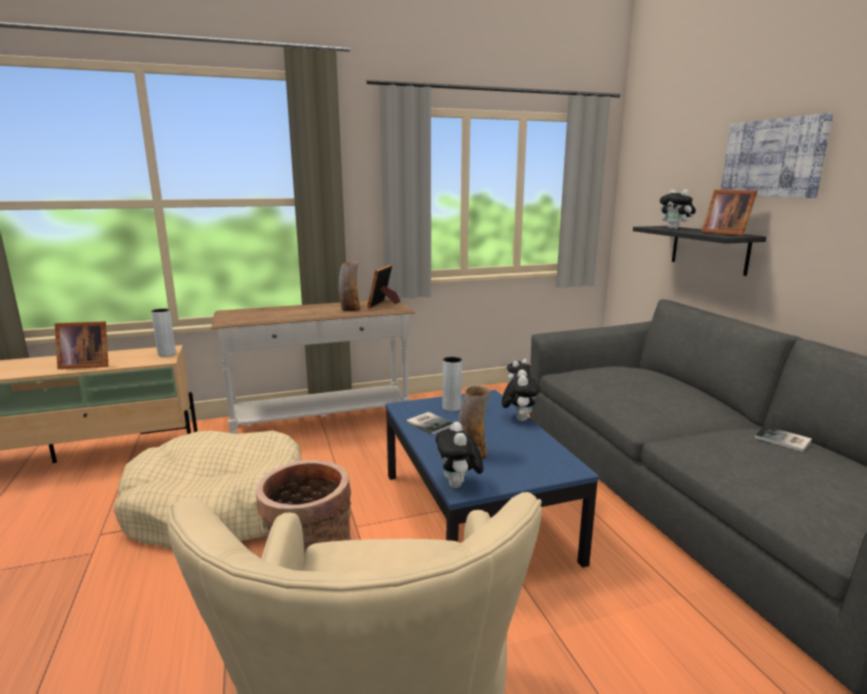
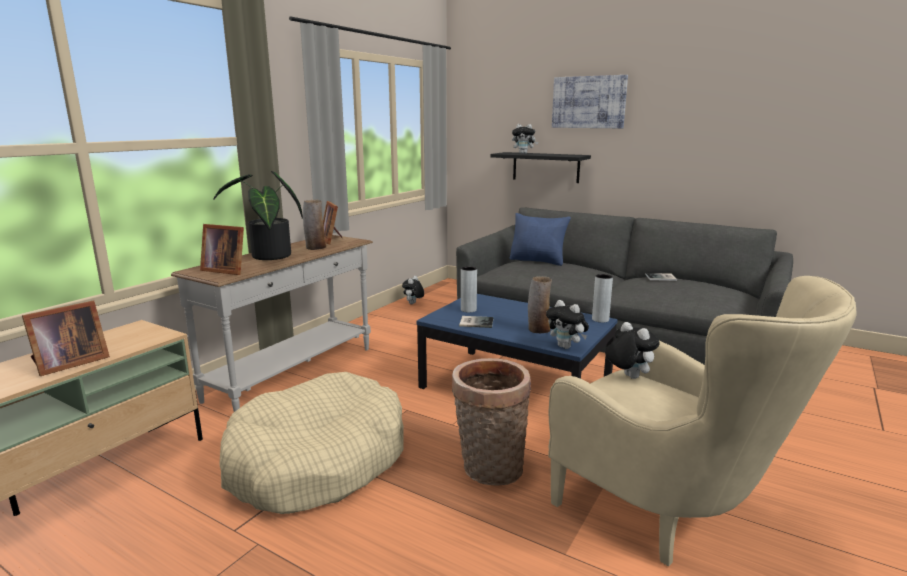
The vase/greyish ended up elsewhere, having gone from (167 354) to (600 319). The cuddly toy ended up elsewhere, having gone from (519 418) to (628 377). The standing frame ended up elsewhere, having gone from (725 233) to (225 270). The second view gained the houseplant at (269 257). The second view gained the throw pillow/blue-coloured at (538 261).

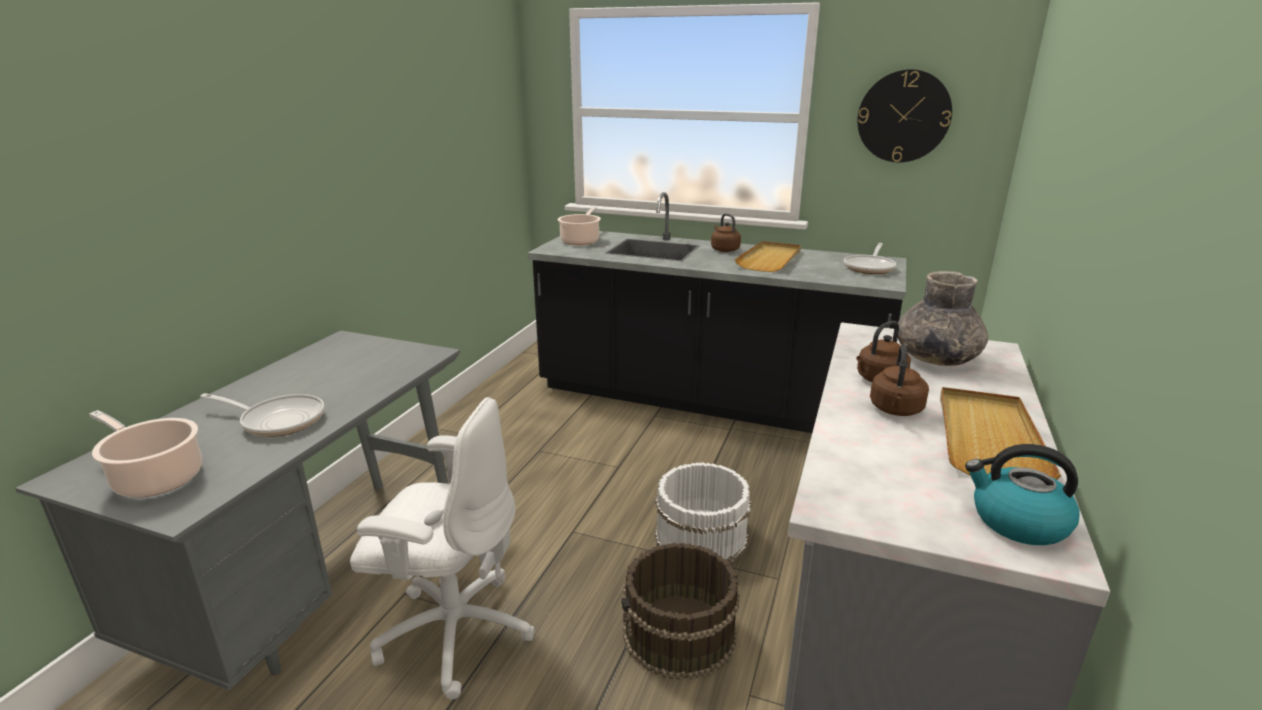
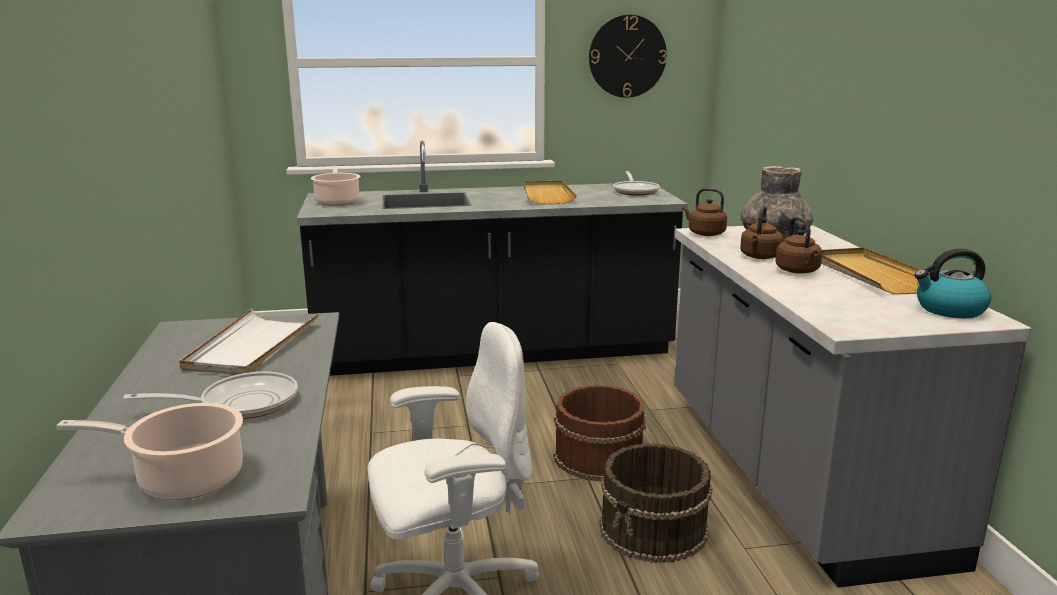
What was the water bucket/whitish at (700 536) turned into the water bucket/brownish at (597 456). The kettle/brownish ended up elsewhere, having gone from (724 249) to (704 233). The second view gained the serving tray/whitish at (252 347).

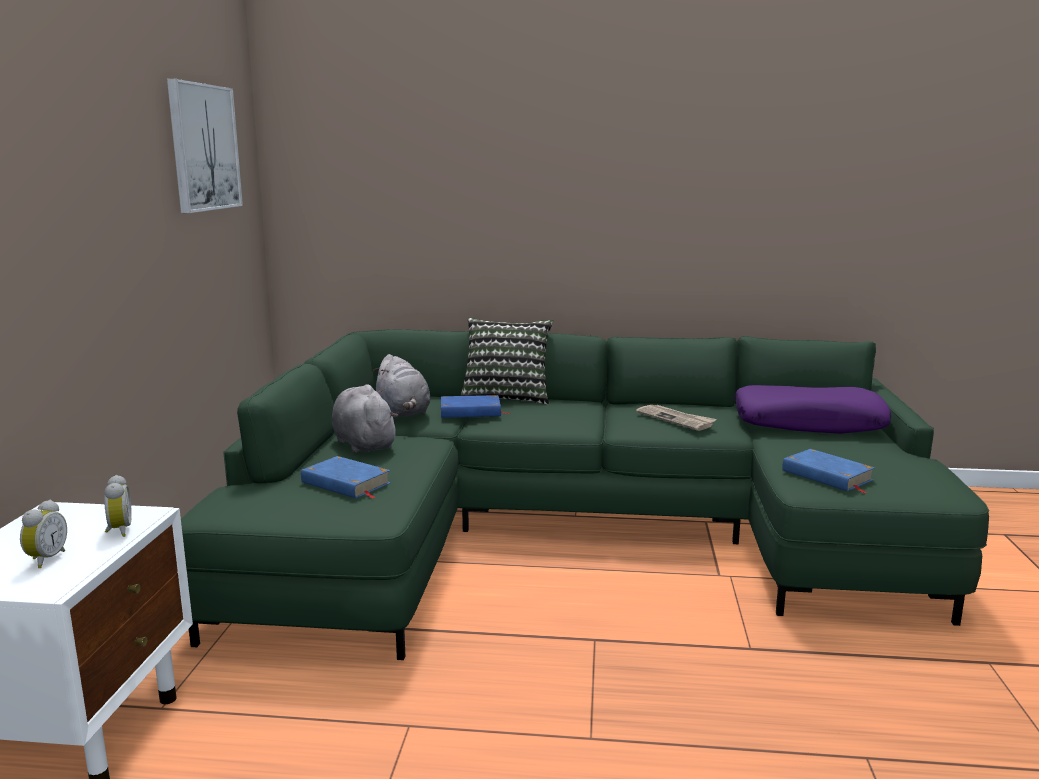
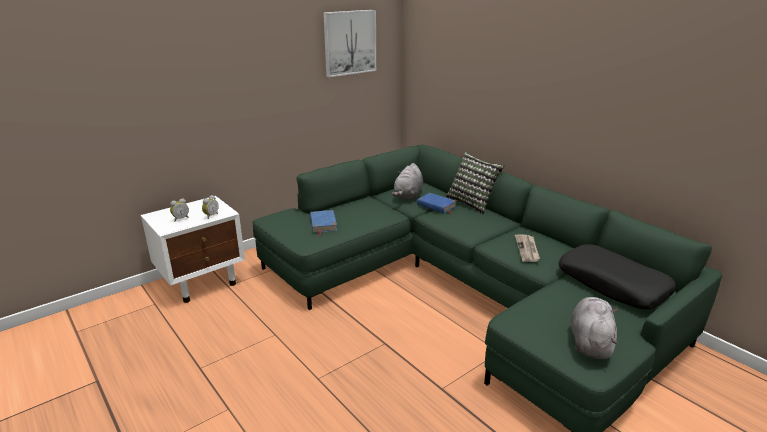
The cuddly toy/greyish ended up elsewhere, having gone from (363 444) to (590 342). What was the throw pillow/purple-coloured at (808 423) turned into the throw pillow/blackish at (612 285). The second view lost the book/blue-coloured at (827 476).

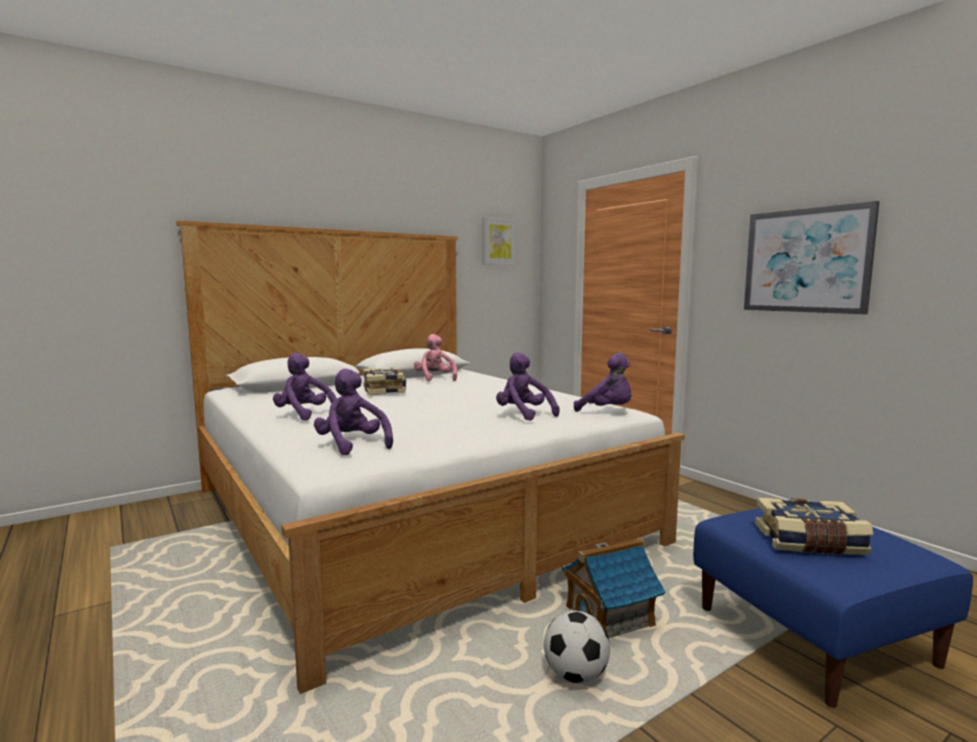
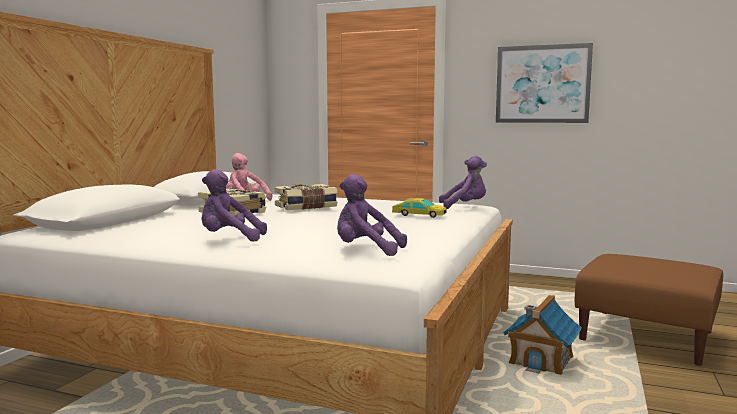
The second view lost the picture at (498 242). Where the cuddly toy/purple-coloured stood at (523 414), the toy car came to stand at (419 215). The second view lost the ball for football at (576 675). What was the pouffe/blue-coloured at (815 636) turned into the pouffe/brownish at (647 336). The book ended up elsewhere, having gone from (810 542) to (306 207).

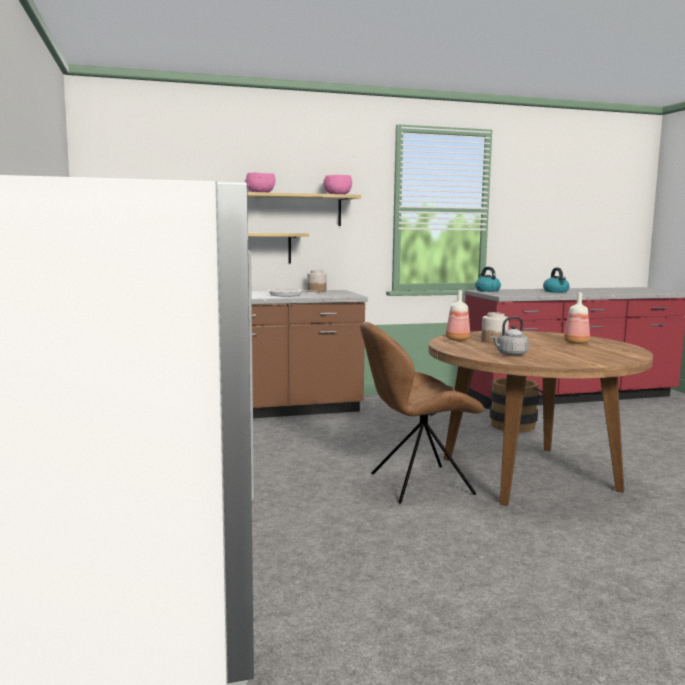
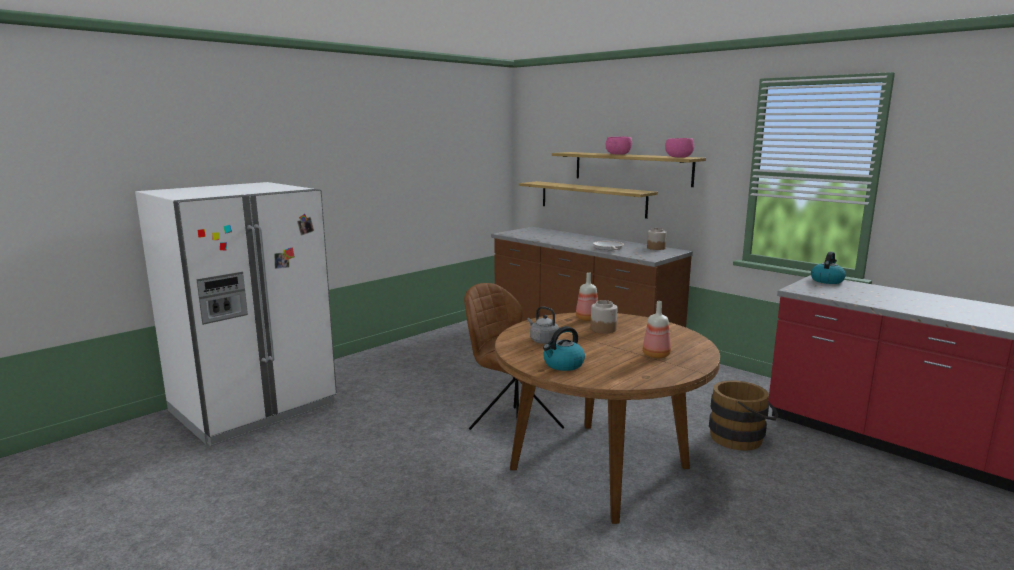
The kettle ended up elsewhere, having gone from (556 291) to (563 365).

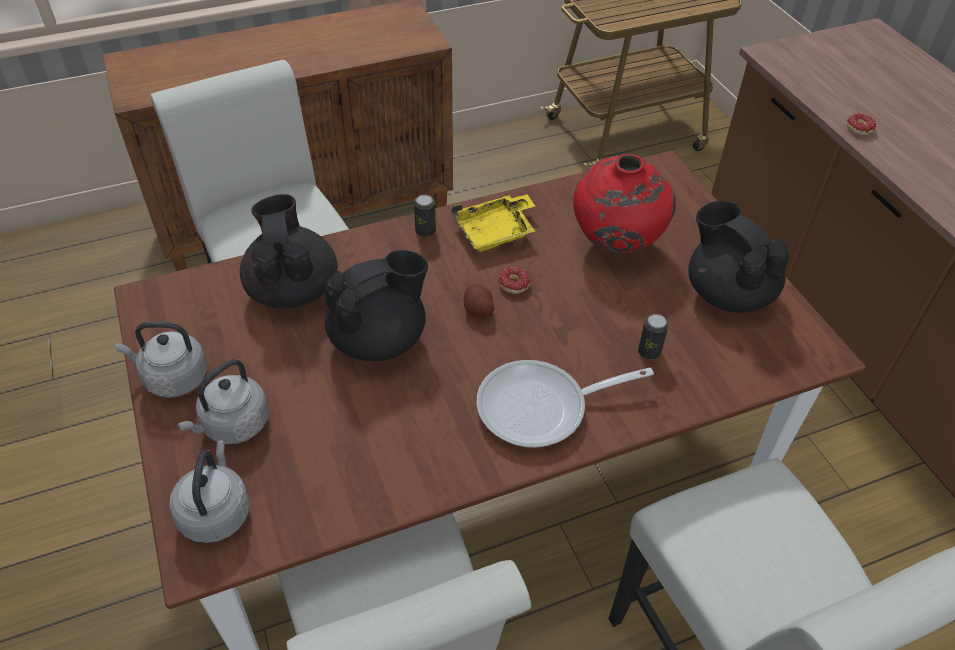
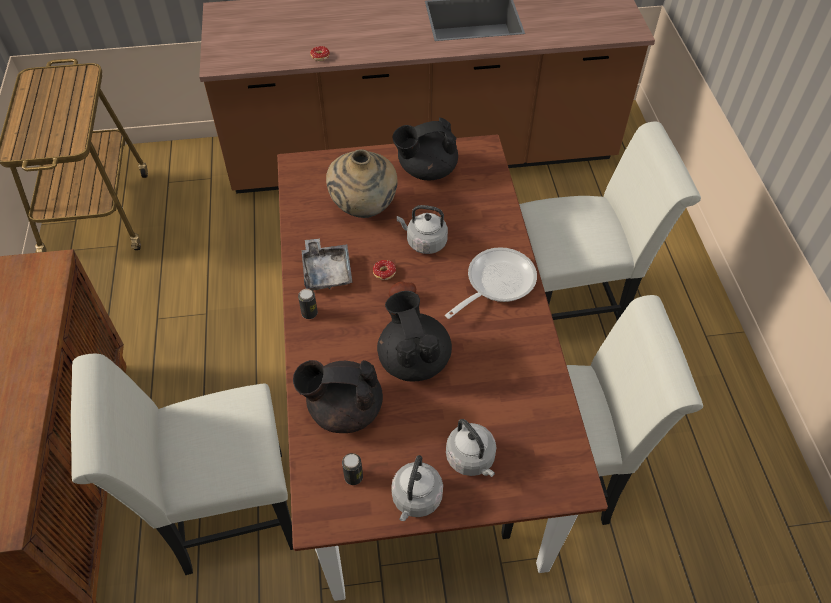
The kettle/greyish ended up elsewhere, having gone from (216 512) to (424 242). What was the serving tray/yellowish at (495 232) turned into the serving tray/greyish at (326 271). The frying pan at (541 408) ended up facing another way, 135 degrees counterclockwise from before. What was the vase/red at (616 244) turned into the vase/sand-coloured at (364 209). The sealed can ended up elsewhere, having gone from (649 352) to (353 477).

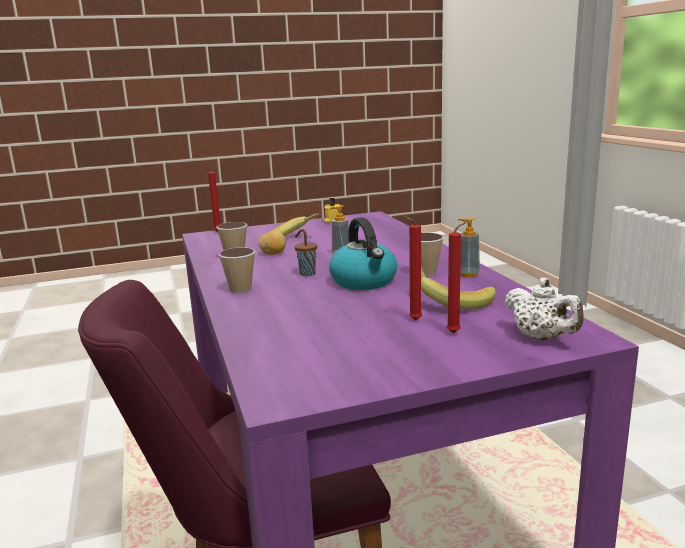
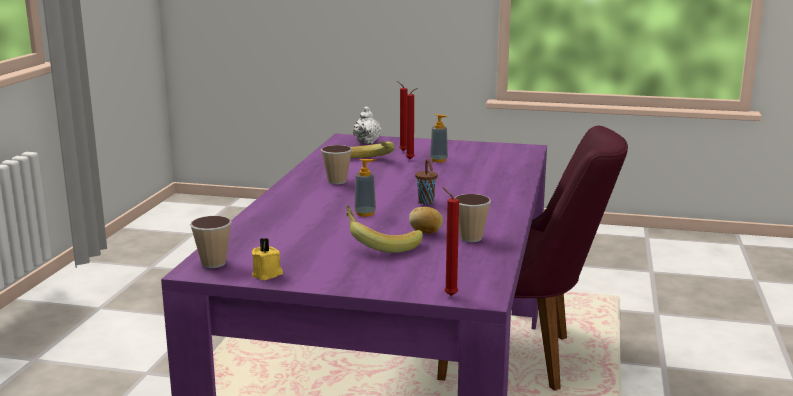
The cup ended up elsewhere, having gone from (240 289) to (213 263). The second view lost the kettle at (364 281). The soap bottle ended up elsewhere, having gone from (468 274) to (439 160).

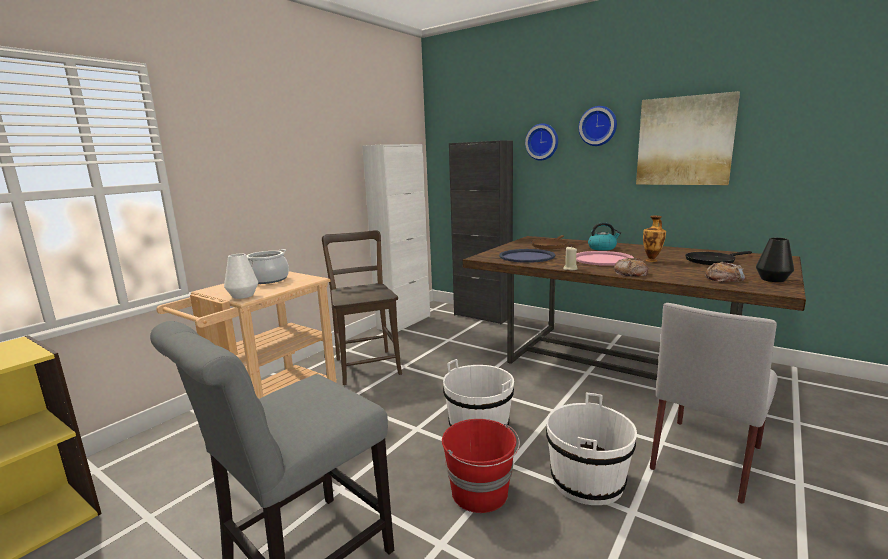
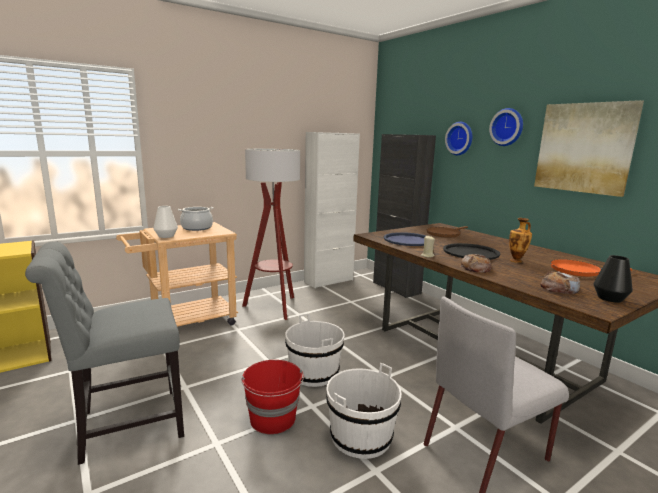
Where the chair/brownish stood at (367 364), the floor lamp came to stand at (274 307). What was the serving tray/pinkish at (602 259) turned into the serving tray/blackish at (471 252). The second view lost the kettle at (602 248). What was the frying pan/blackish at (712 261) turned into the frying pan/orange at (578 271).

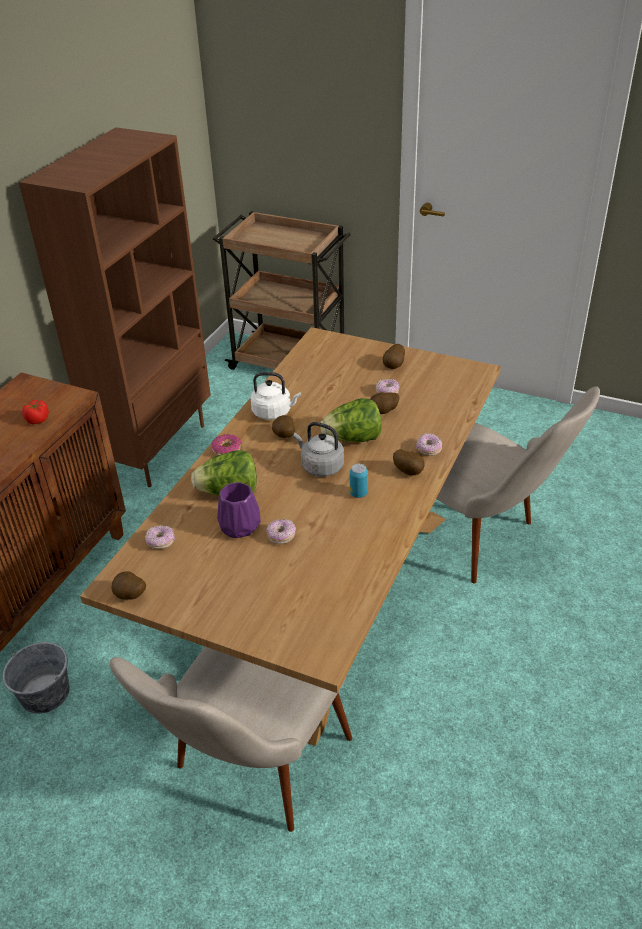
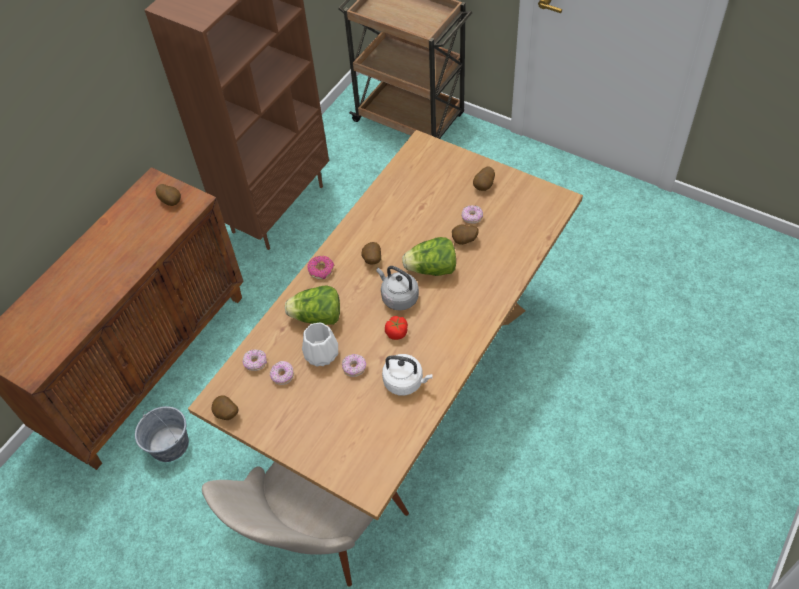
The whole tomato ended up elsewhere, having gone from (38 420) to (397 332). What was the vase/purple-coloured at (240 527) turned into the vase/whitish at (321 355). The kettle/whitish ended up elsewhere, having gone from (274 412) to (405 382). The second view lost the sealed can at (358 493). The spud ended up elsewhere, having gone from (409 471) to (171 201). The ring doughnut ended up elsewhere, having gone from (428 449) to (282 376). The second view lost the chair/sand-coloured at (484 542).

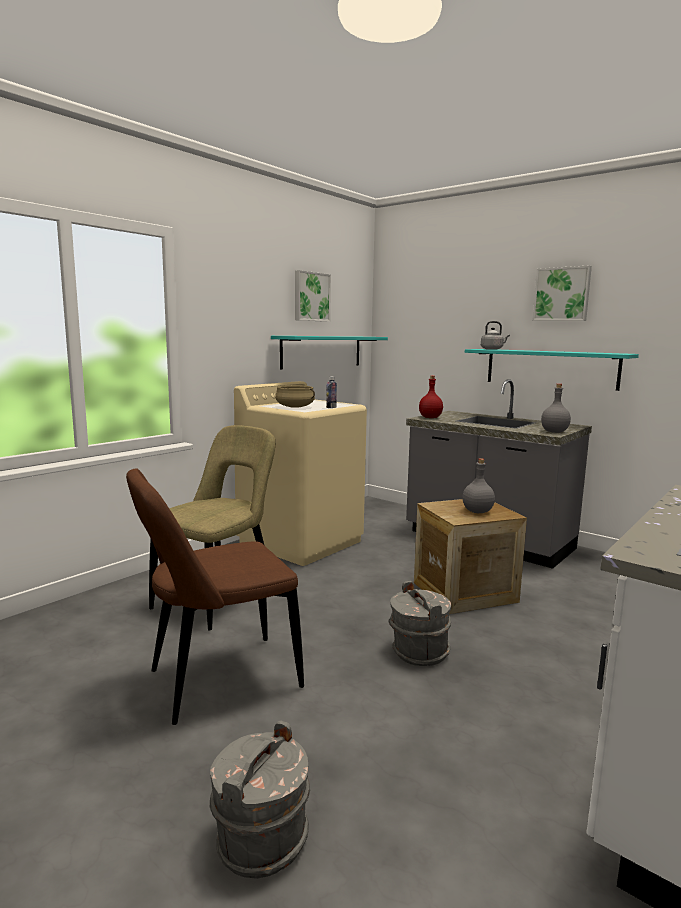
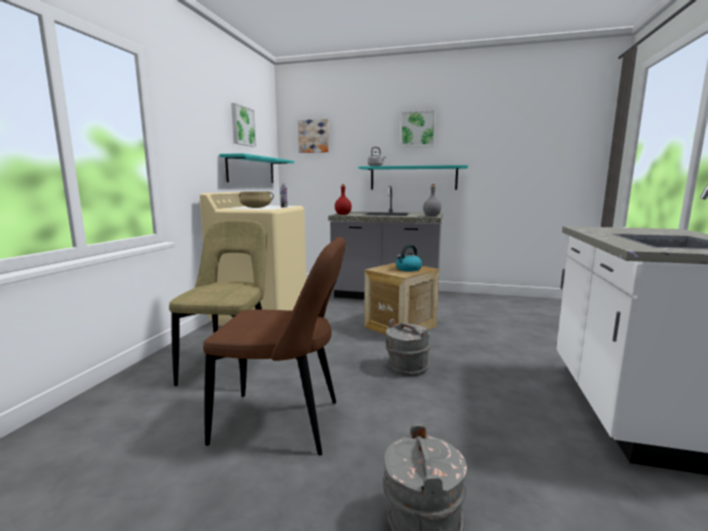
The chair/brownish at (217 680) ended up facing another way, 120 degrees counterclockwise from before. Where the bottle/greyish stood at (478 511), the kettle came to stand at (408 269). The second view gained the picture at (314 136).

